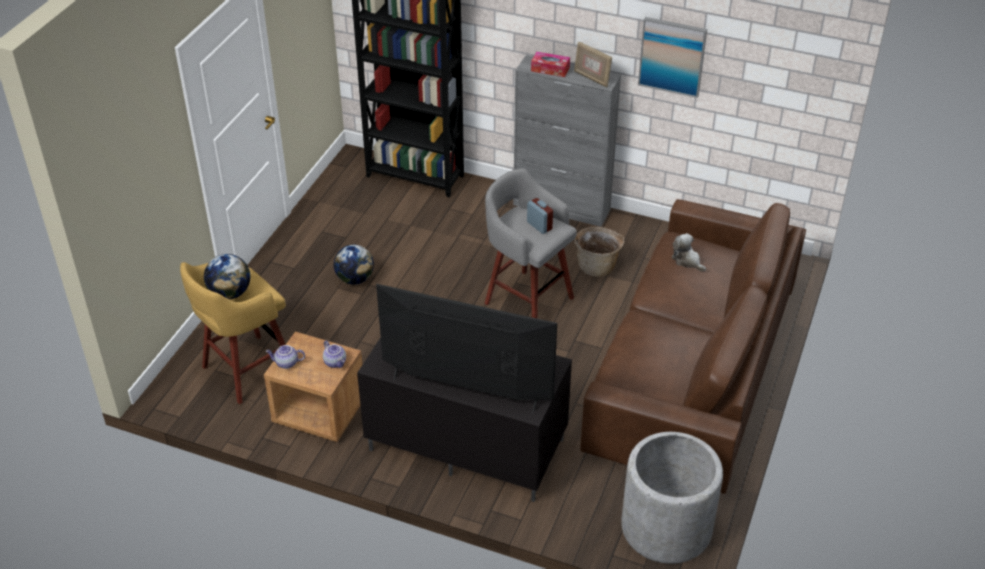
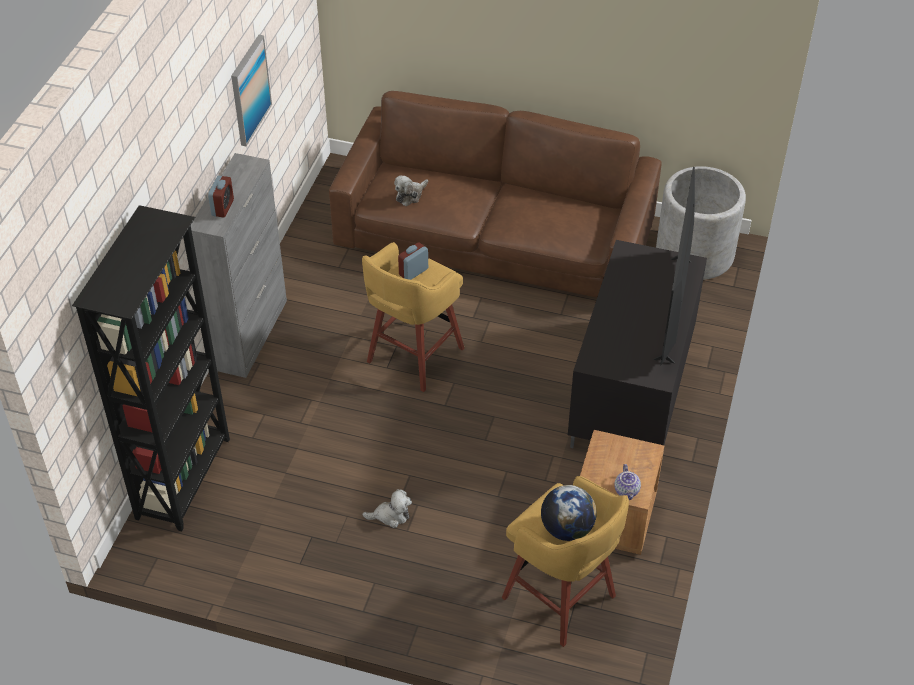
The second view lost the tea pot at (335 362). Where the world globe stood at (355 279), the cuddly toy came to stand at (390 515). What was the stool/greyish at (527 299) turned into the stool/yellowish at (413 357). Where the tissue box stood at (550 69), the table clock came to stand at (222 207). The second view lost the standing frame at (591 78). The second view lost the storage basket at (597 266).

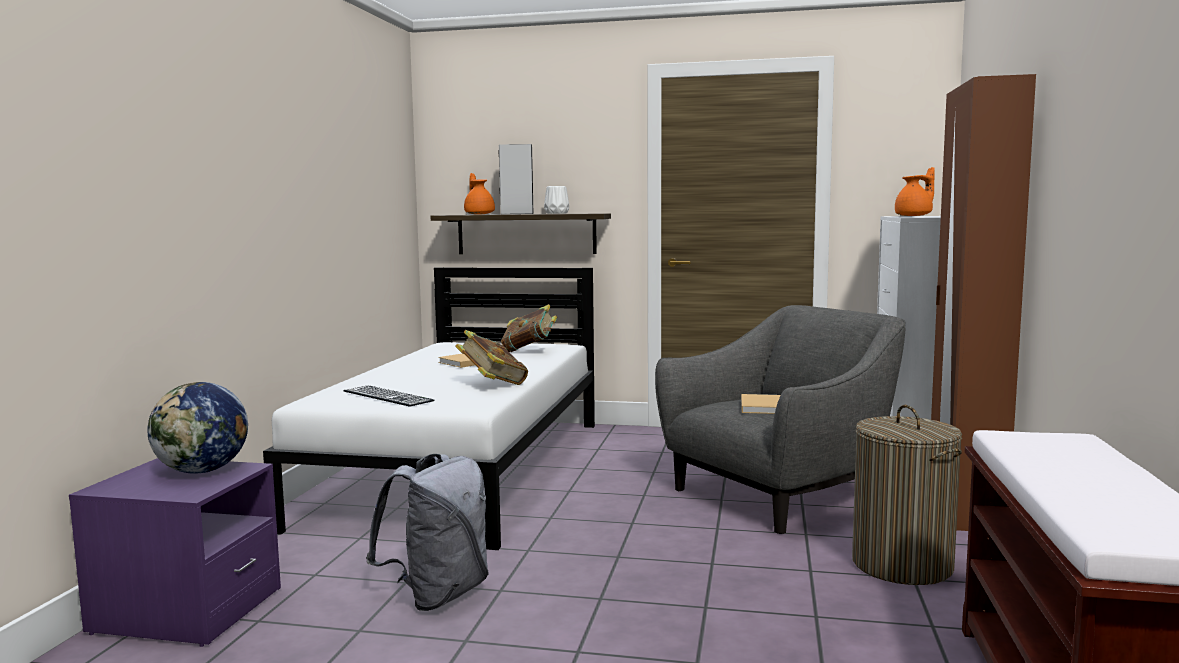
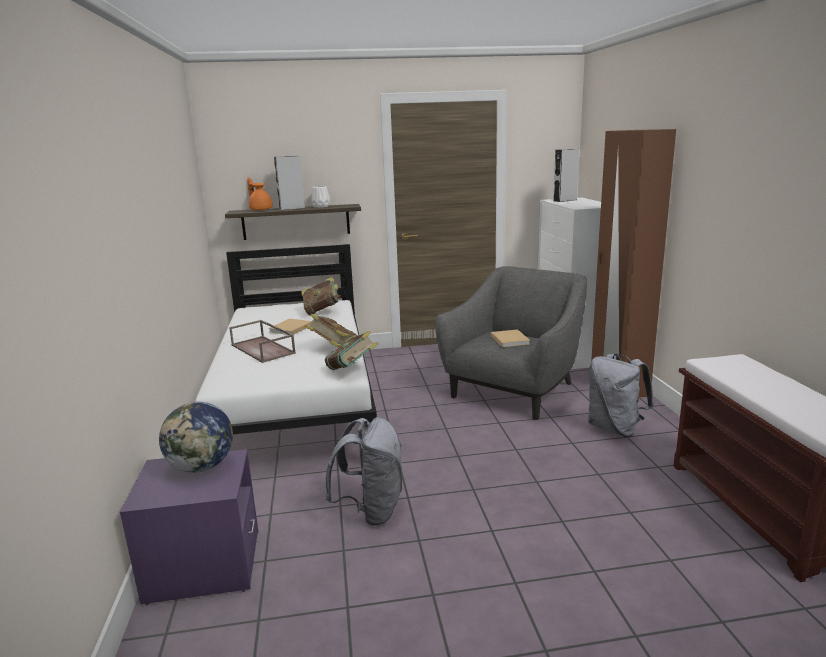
The second view lost the PC keyboard at (387 396). Where the laundry basket stood at (902 565), the rucksack/greyish came to stand at (615 429). Where the tea pot/orange stood at (915 216), the audio speaker/greyish came to stand at (565 200). The second view gained the serving tray/brownish at (264 349). The second view gained the book at (352 370).

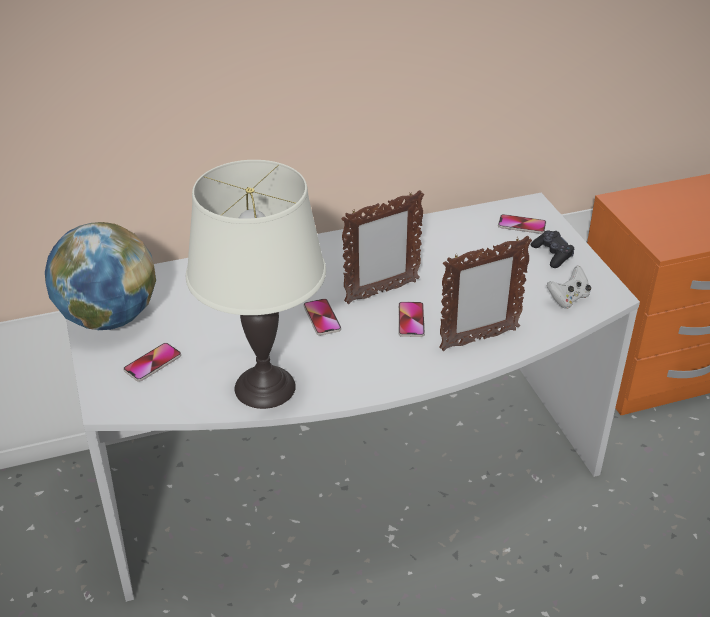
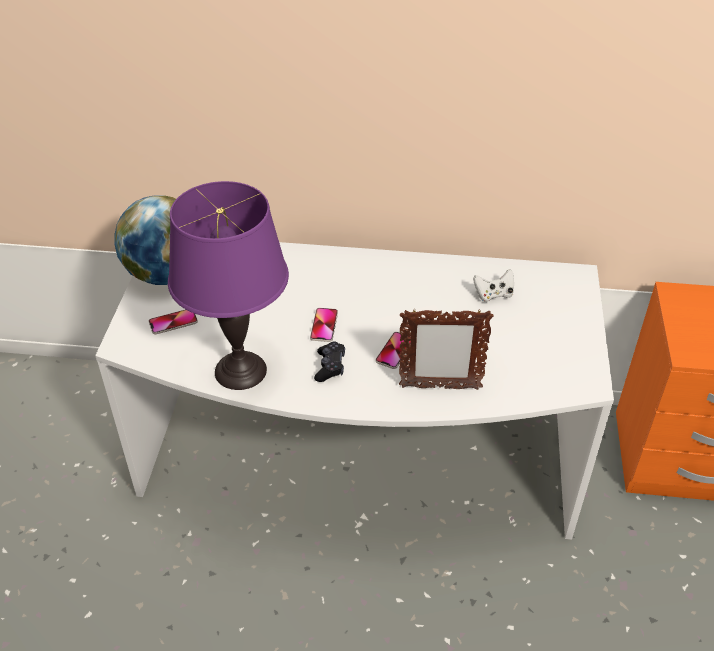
What was the tabletop lamp/whitish at (265 388) turned into the tabletop lamp/purple-coloured at (240 371). The second view lost the standing frame at (381 292). The second view lost the handset at (521 225). The gamepad/blackish ended up elsewhere, having gone from (552 254) to (330 366). The gamepad/whitish ended up elsewhere, having gone from (568 299) to (493 295).

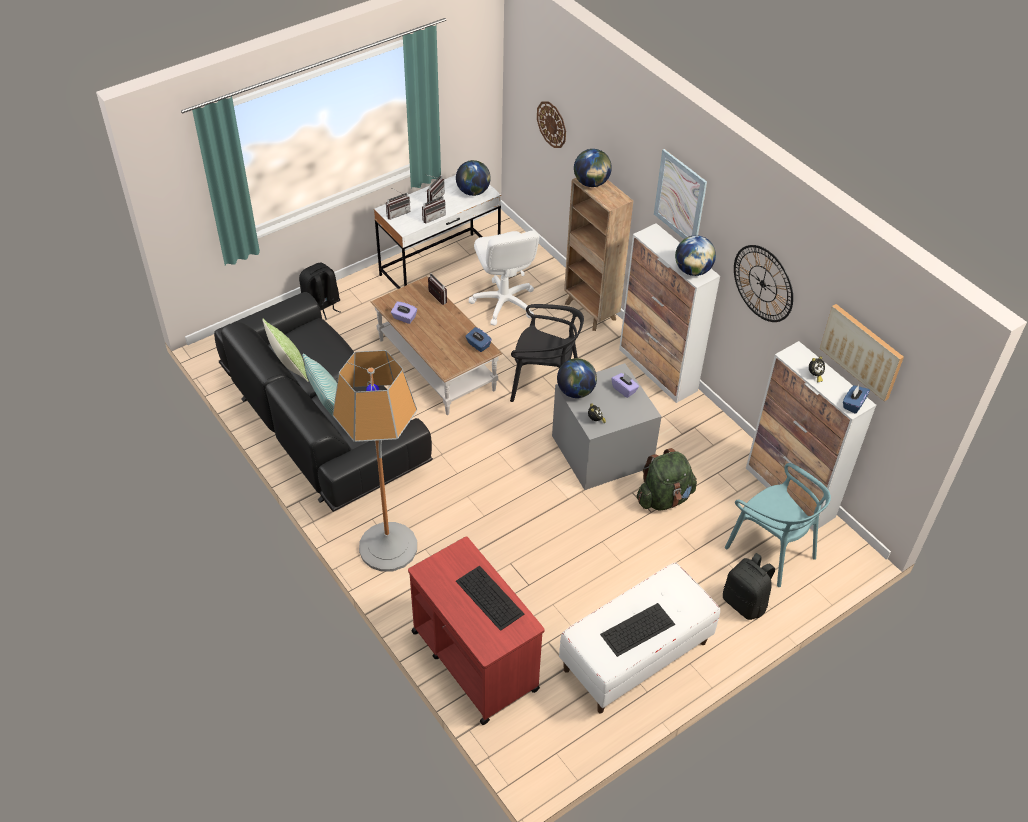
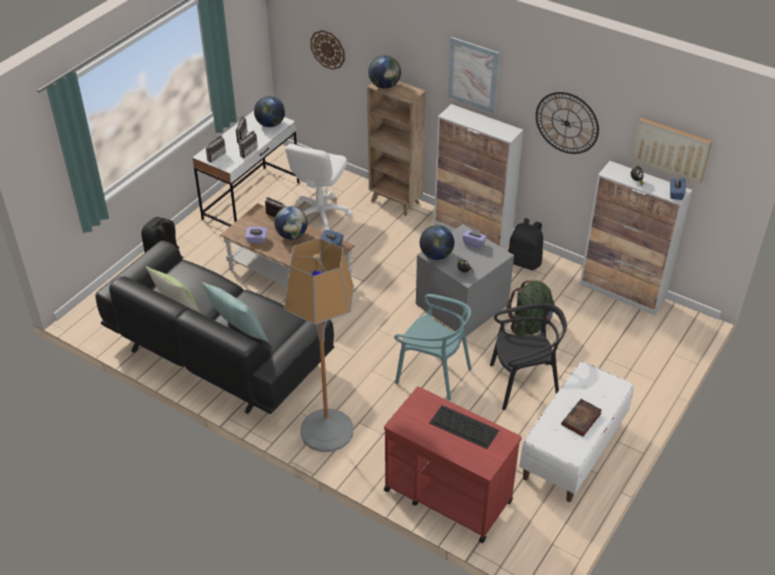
The office chair/whitish at (503 303) ended up facing another way, 60 degrees clockwise from before. The chair/blackish ended up elsewhere, having gone from (545 385) to (523 384). Where the PC keyboard stood at (637 630), the book came to stand at (581 420). The world globe ended up elsewhere, having gone from (692 270) to (291 235). The rucksack/blackish ended up elsewhere, having gone from (745 603) to (525 261). The chair/turquoise ended up elsewhere, having gone from (771 550) to (433 373).

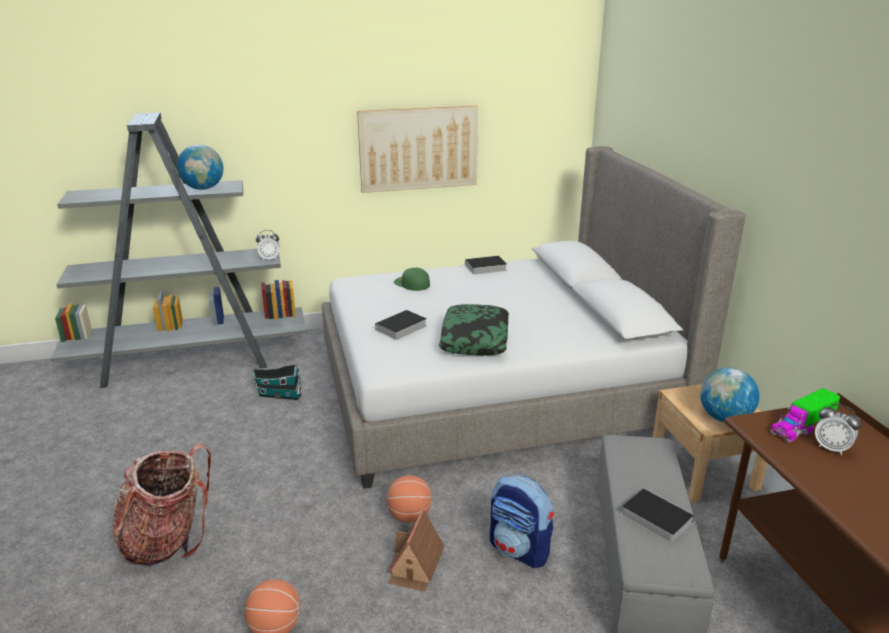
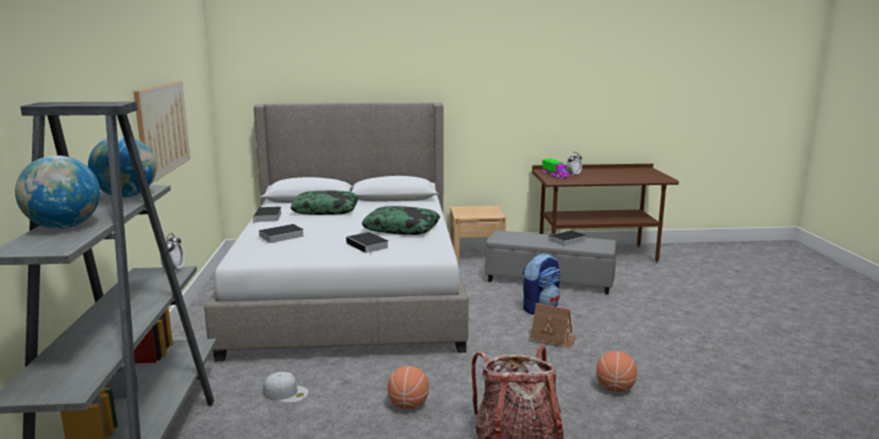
Where the toy house stood at (278 395), the cap/whitish came to stand at (286 392). The ball for basketball ended up elsewhere, having gone from (410 516) to (408 405). Where the cap/green-coloured stood at (411 283), the book came to stand at (280 236). The world globe ended up elsewhere, having gone from (724 418) to (64 227). The second view gained the throw pillow at (326 210).

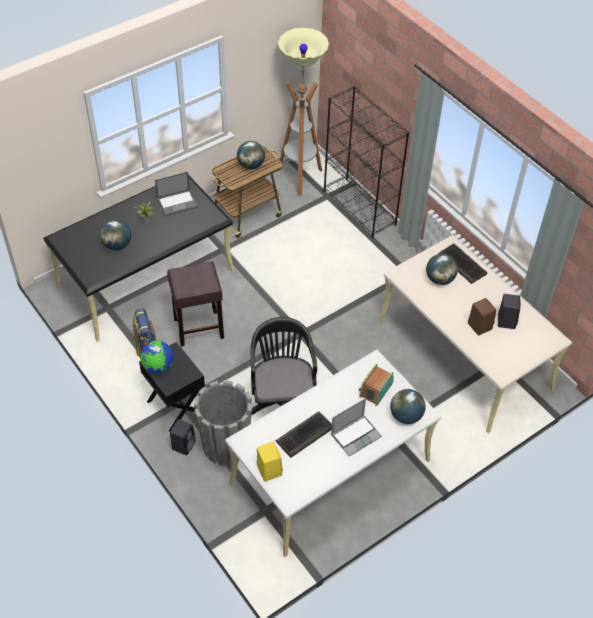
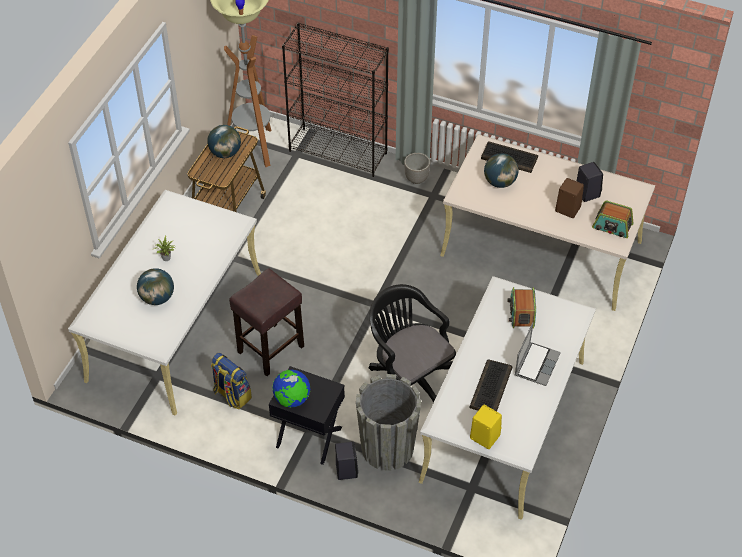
What was the desk table/blackish at (146 278) turned into the desk table/whitish at (175 325). The second view lost the portable computer at (177 202). The second view lost the world globe at (406 416). The second view gained the plant pot at (416 179). The second view gained the radio receiver at (612 226).

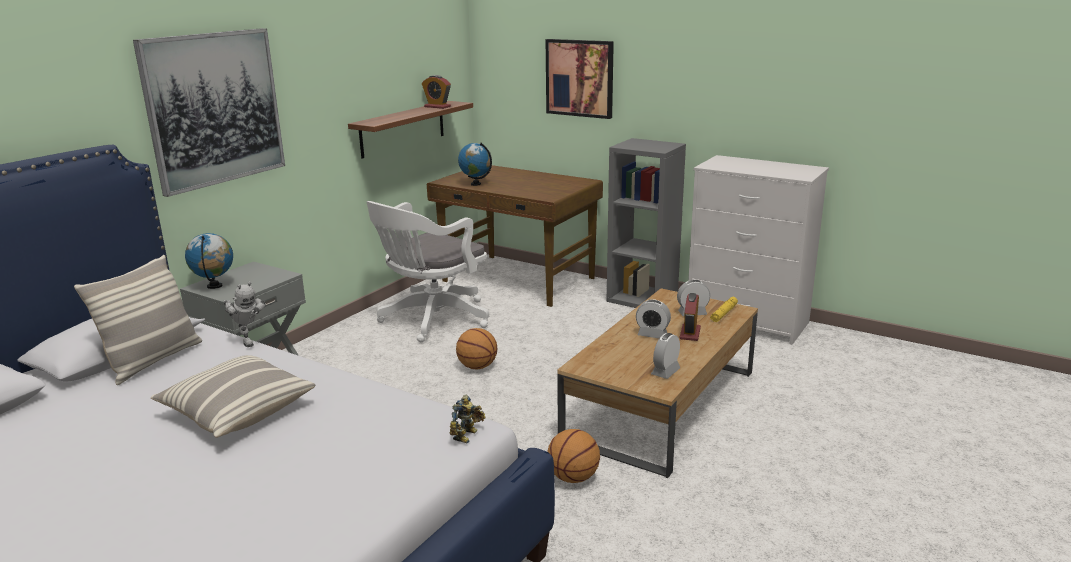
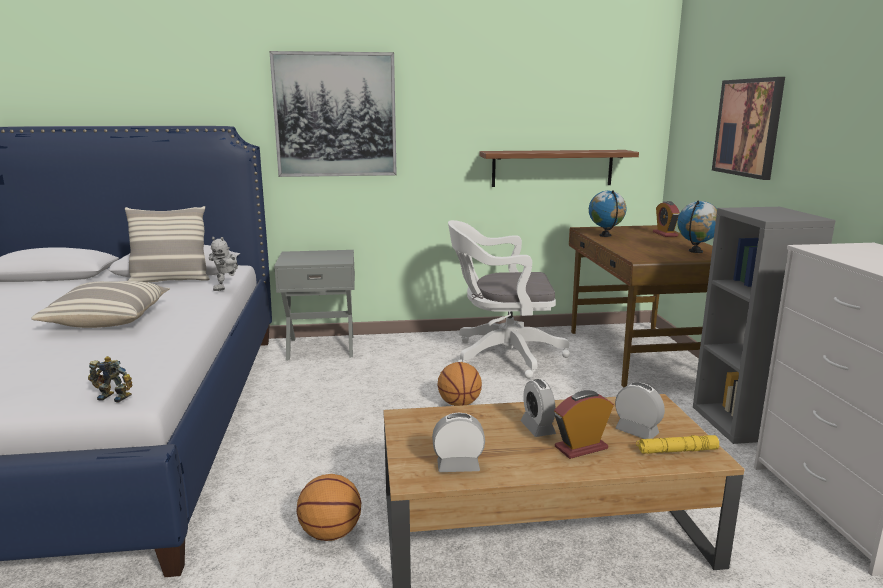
The world globe ended up elsewhere, having gone from (215 286) to (696 251). The table clock ended up elsewhere, having gone from (437 107) to (665 234). The robot figure at (468 435) ended up facing another way, 150 degrees counterclockwise from before.

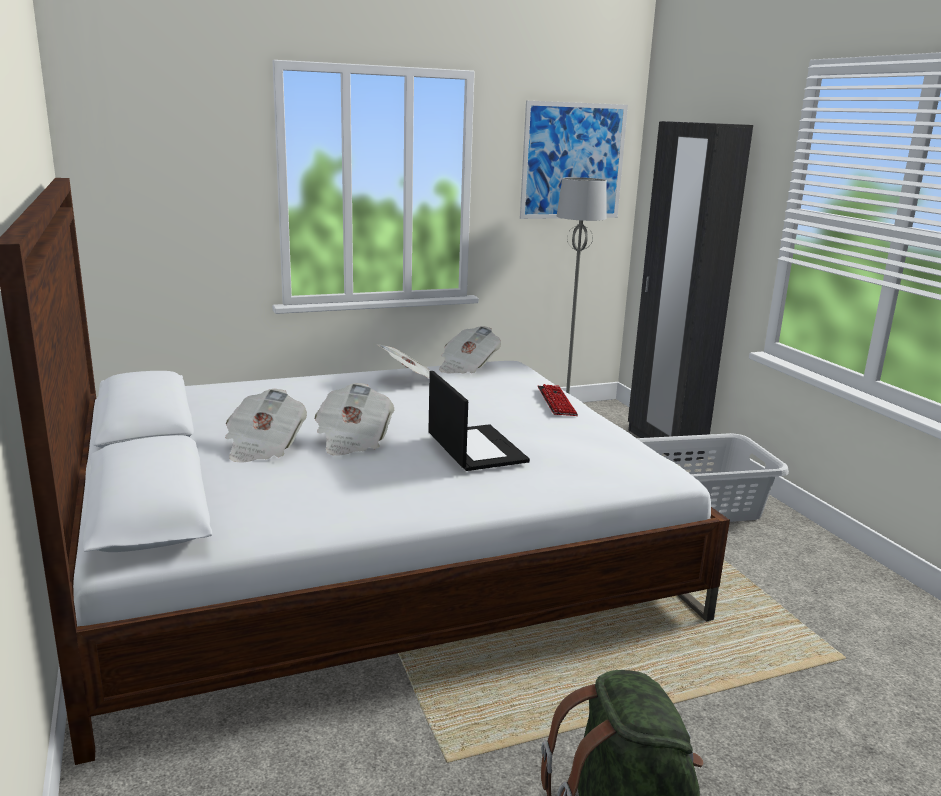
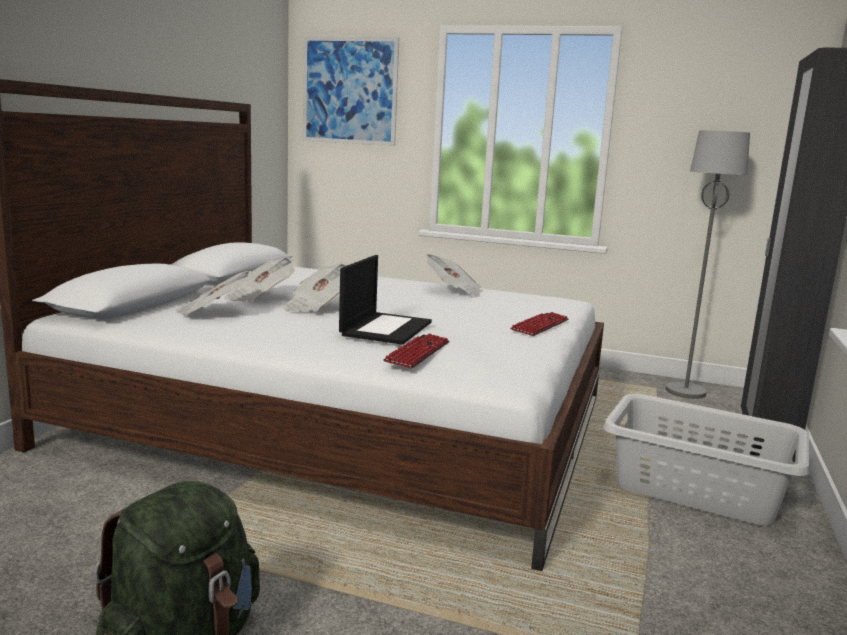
The newspaper ended up elsewhere, having gone from (467 367) to (212 313). The picture ended up elsewhere, having gone from (573 161) to (349 91). The second view gained the PC keyboard at (418 352).

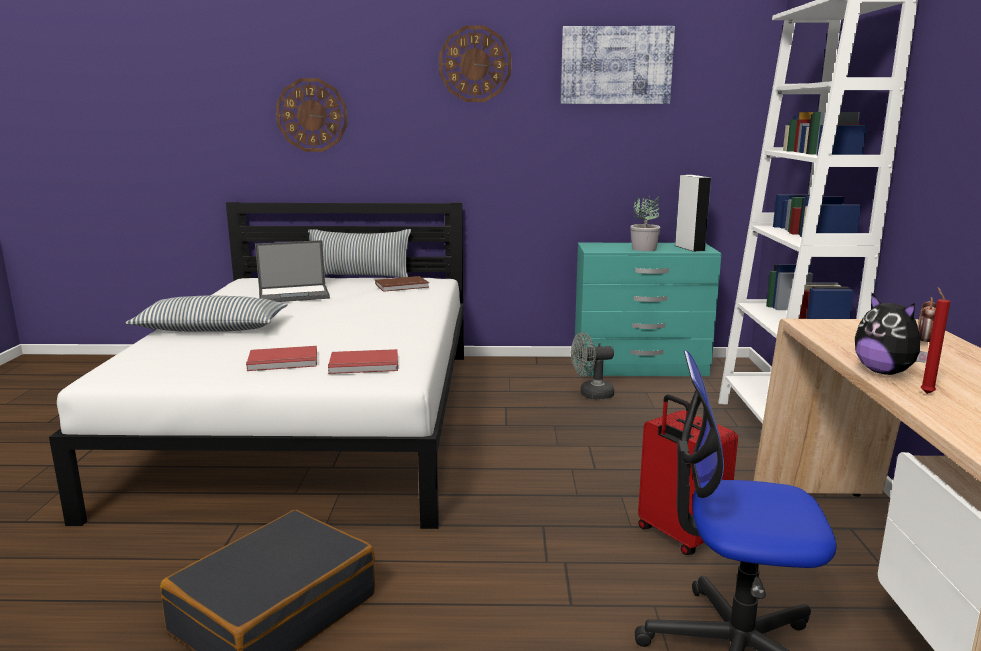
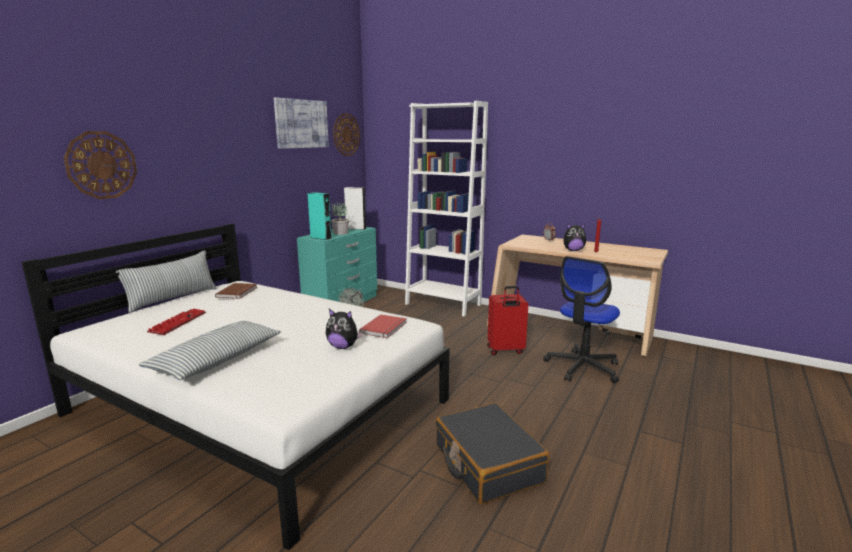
Where the book/red stood at (283 362), the cuddly toy came to stand at (343 347). Where the portable computer stood at (295 294), the PC keyboard came to stand at (178 323). The wall clock ended up elsewhere, having gone from (475 64) to (346 134). The second view gained the audio speaker/turquoise at (321 238).

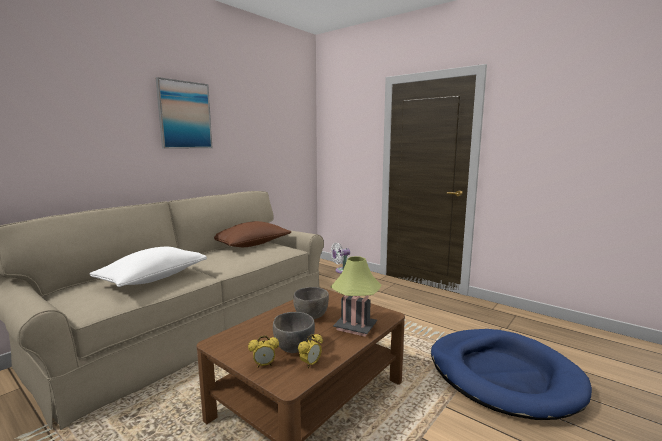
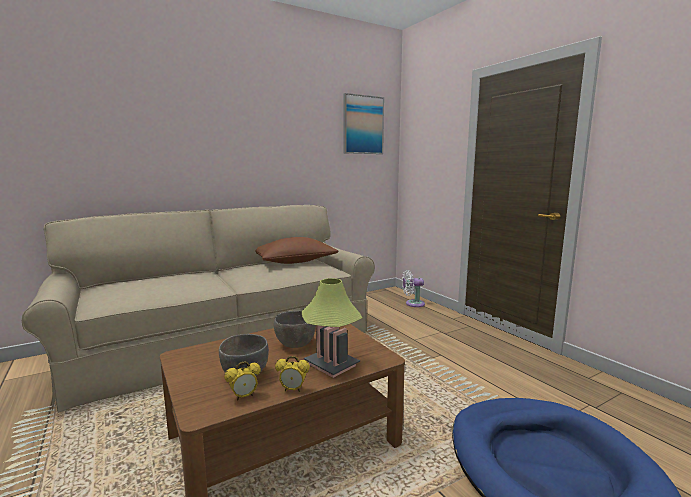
The second view lost the throw pillow/whitish at (153 278). The picture ended up elsewhere, having gone from (184 115) to (363 125). The table clock ended up elsewhere, having gone from (264 365) to (293 390).

